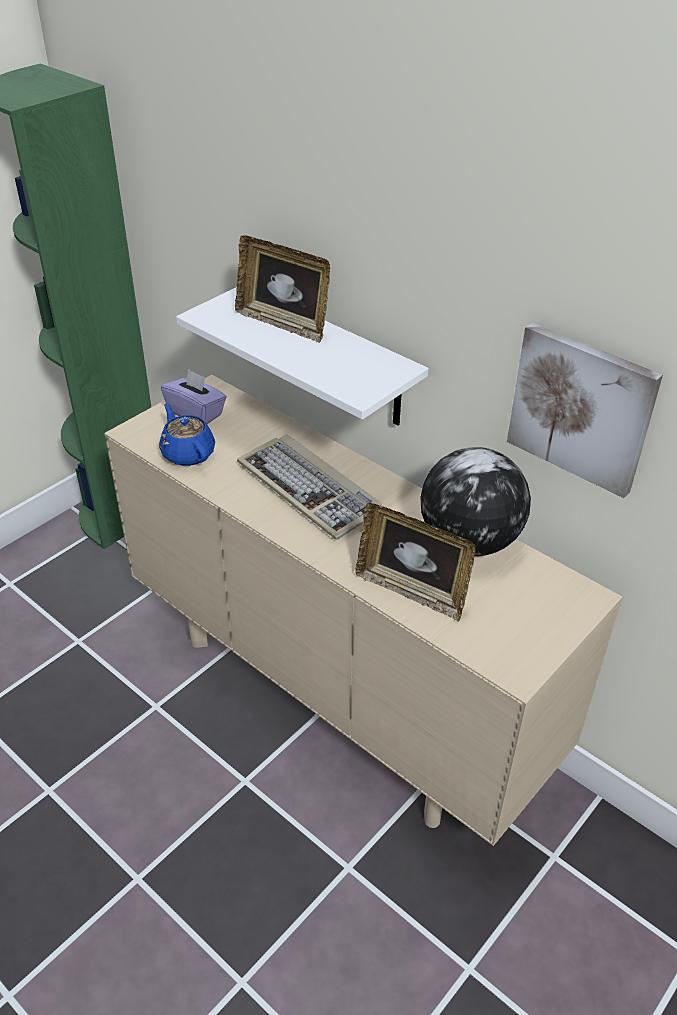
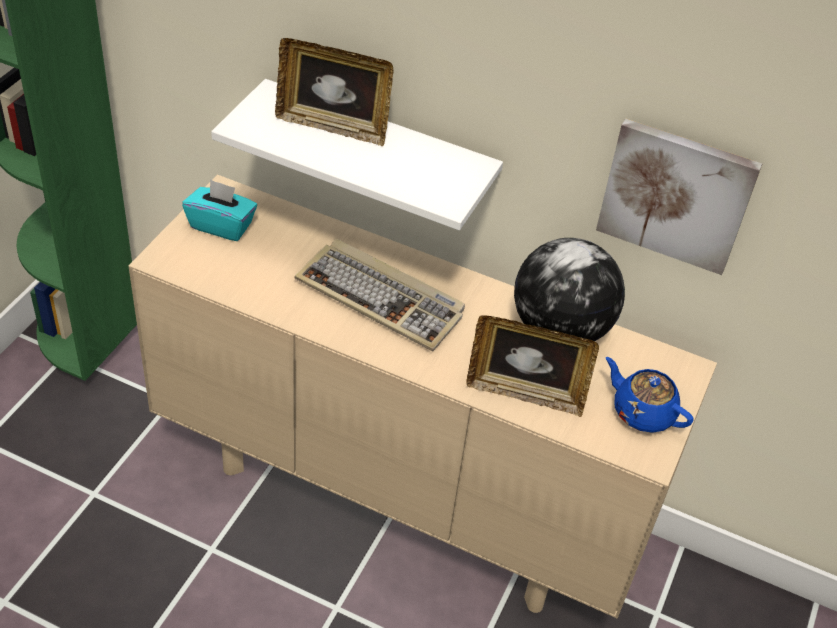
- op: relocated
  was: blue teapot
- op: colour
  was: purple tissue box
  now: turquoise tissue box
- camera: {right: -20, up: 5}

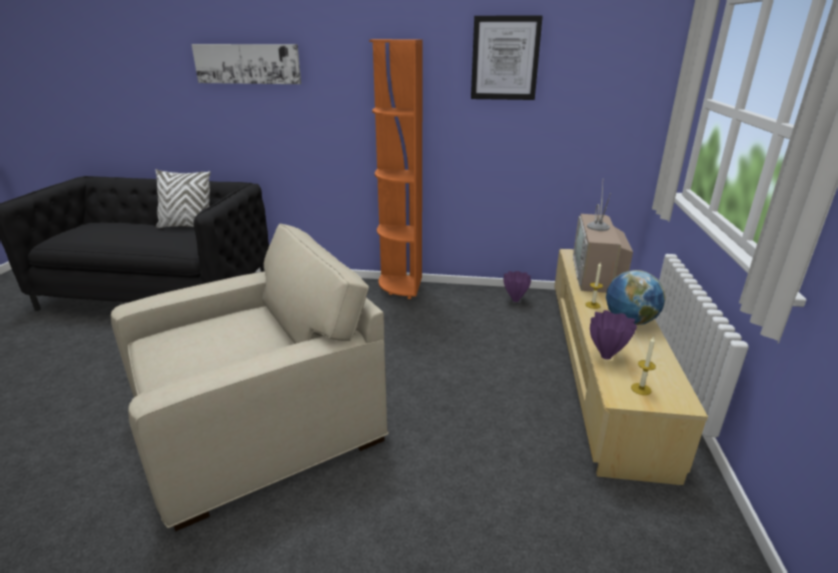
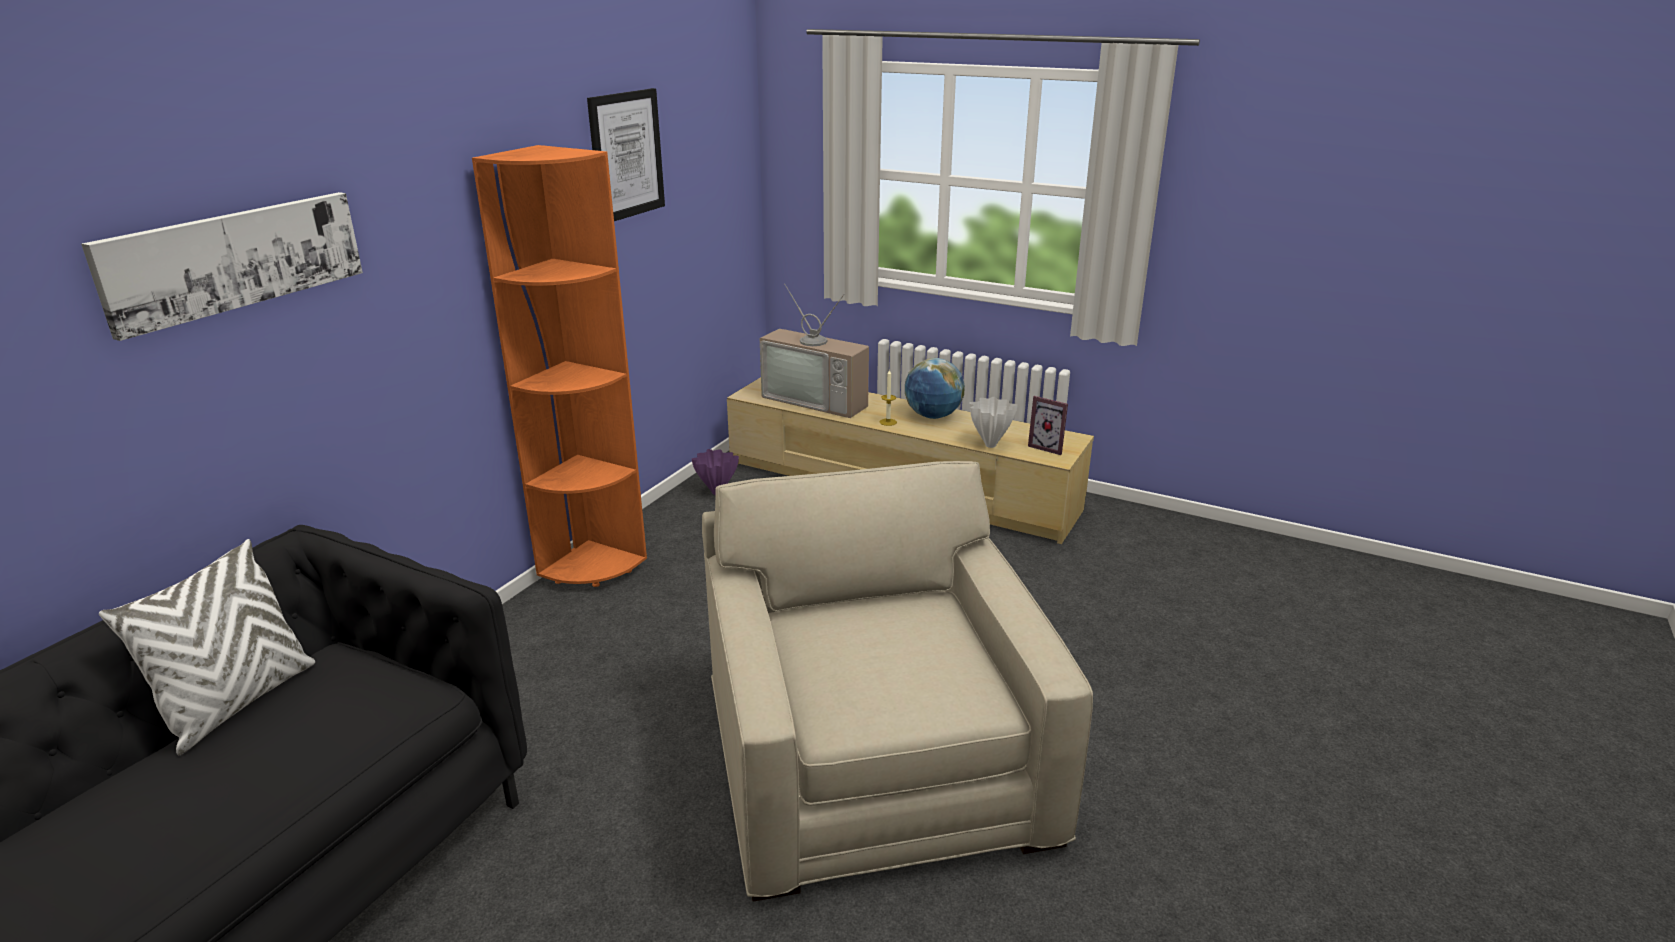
- op: colour
  was: purple vase (no. 2 from left)
  now: white vase
- op: exchanged
  was: candle (no. 2 from left)
  now: picture frame
- camera: {right: -70, up: 0}

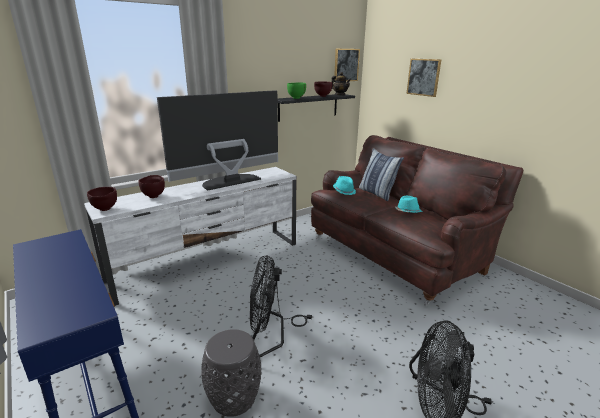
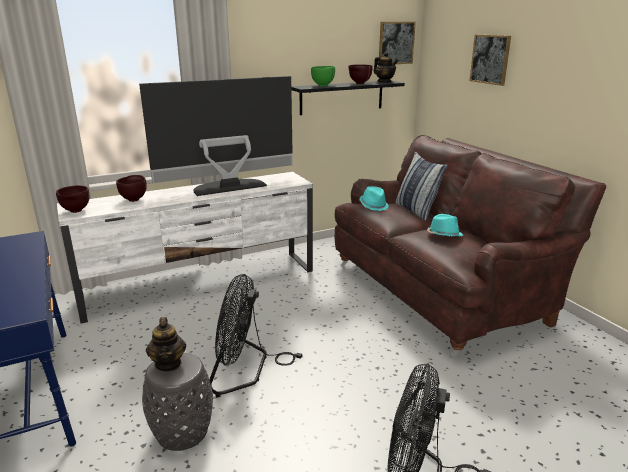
- op: appeared
  now: teapot (no. 1 from left)
- camera: {right: 10, up: 0}

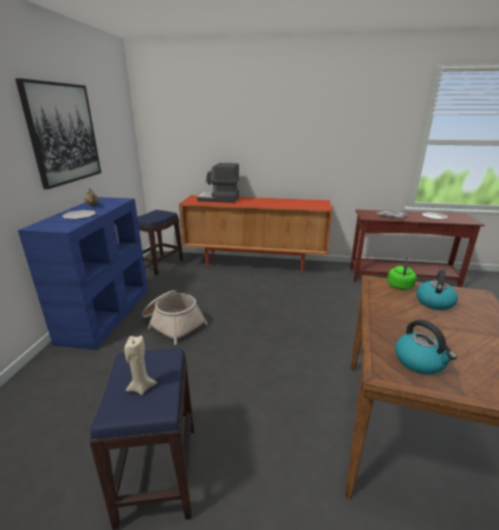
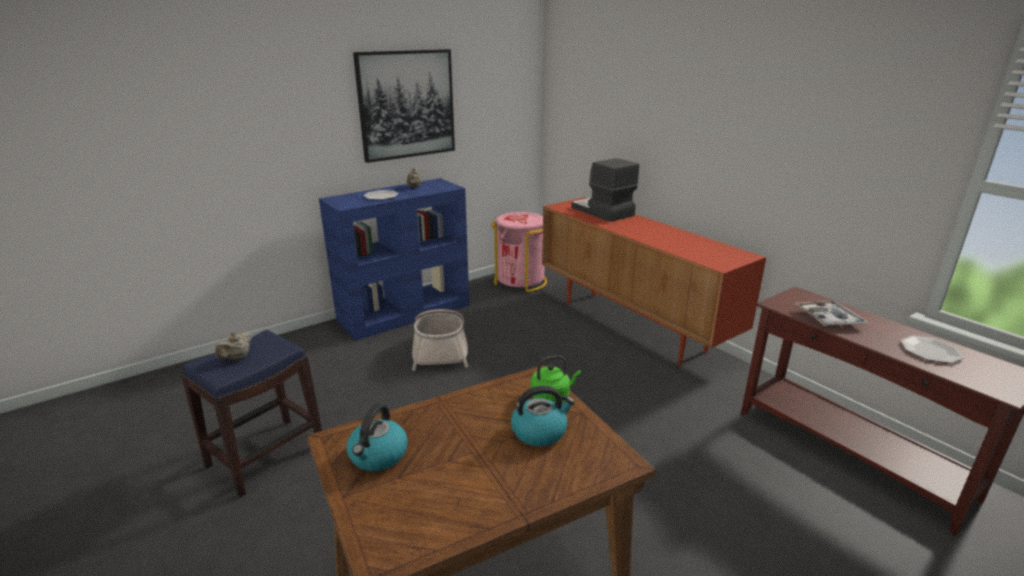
- op: exchanged
  was: beige candle
  now: beige teapot (no. 1 from left)
- op: exchanged
  was: stool (no. 2 from left)
  now: pink trash can
- camera: {right: 45, up: 0}

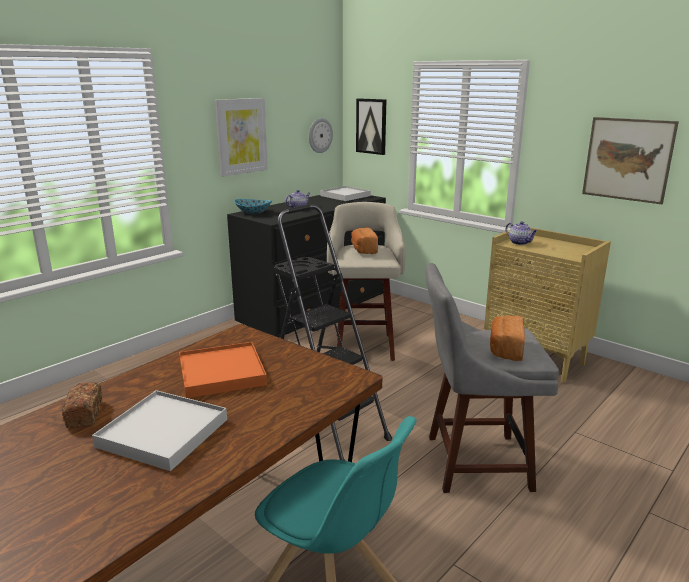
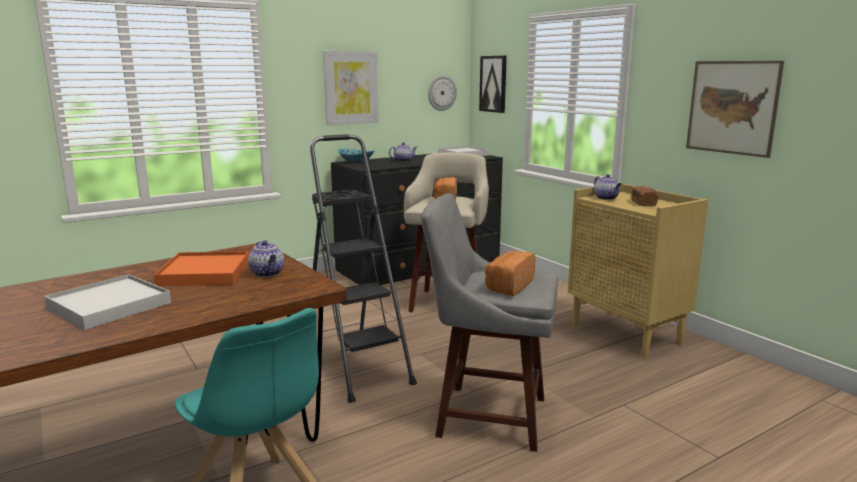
- op: relocated
  was: bread (no. 1 from left in the first image)
  now: bread (no. 3 from left)
- op: appeared
  now: teapot (no. 1 from left)
- camera: {right: 15, up: -5}

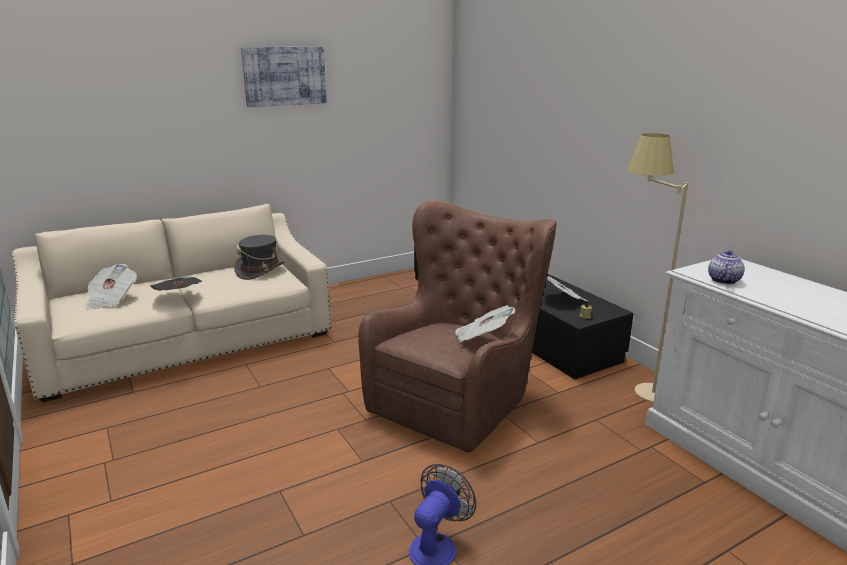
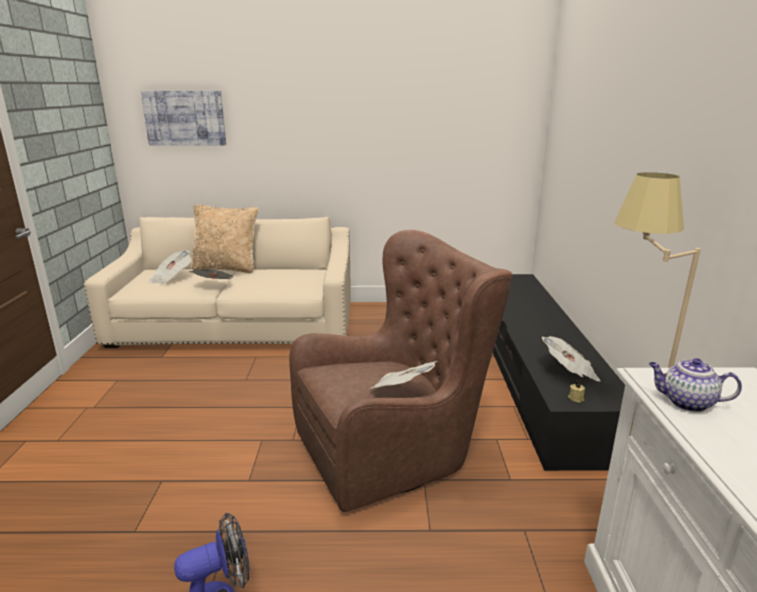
- op: missing
  was: grey hat
- op: relocated
  was: picture
- op: spun
  was: teapot
  clockwise: -120
- op: appeared
  now: beige pillow
- camera: {right: 30, up: 0}

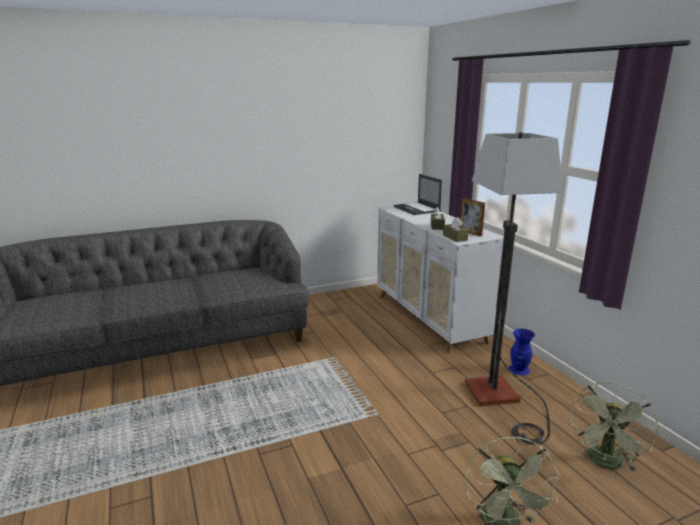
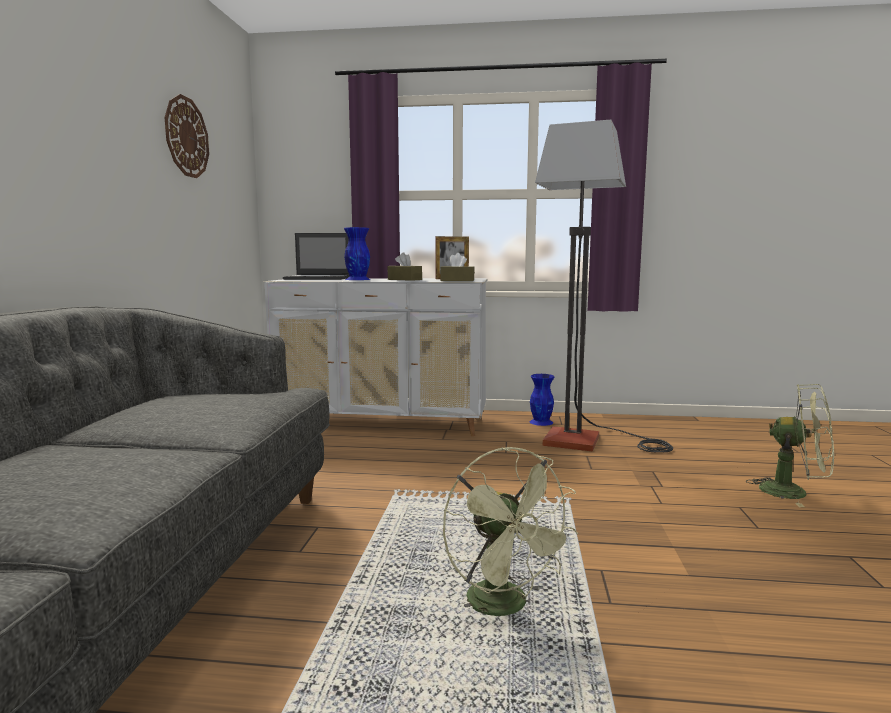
- op: relocated
  was: green fan (no. 2 from left in the first image)
  now: green fan (no. 1 from left)
- op: appeared
  now: wall clock
- op: appeared
  now: blue vase (no. 1 from left)
- camera: {right: -60, up: -10}

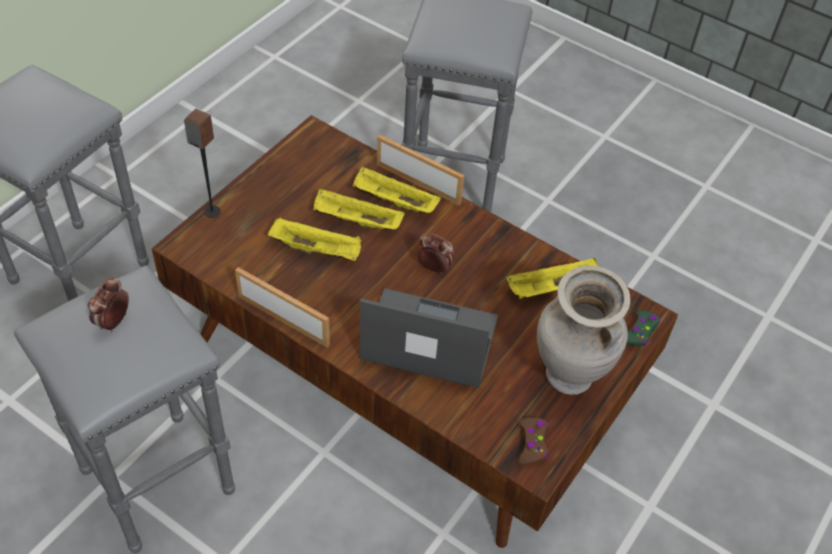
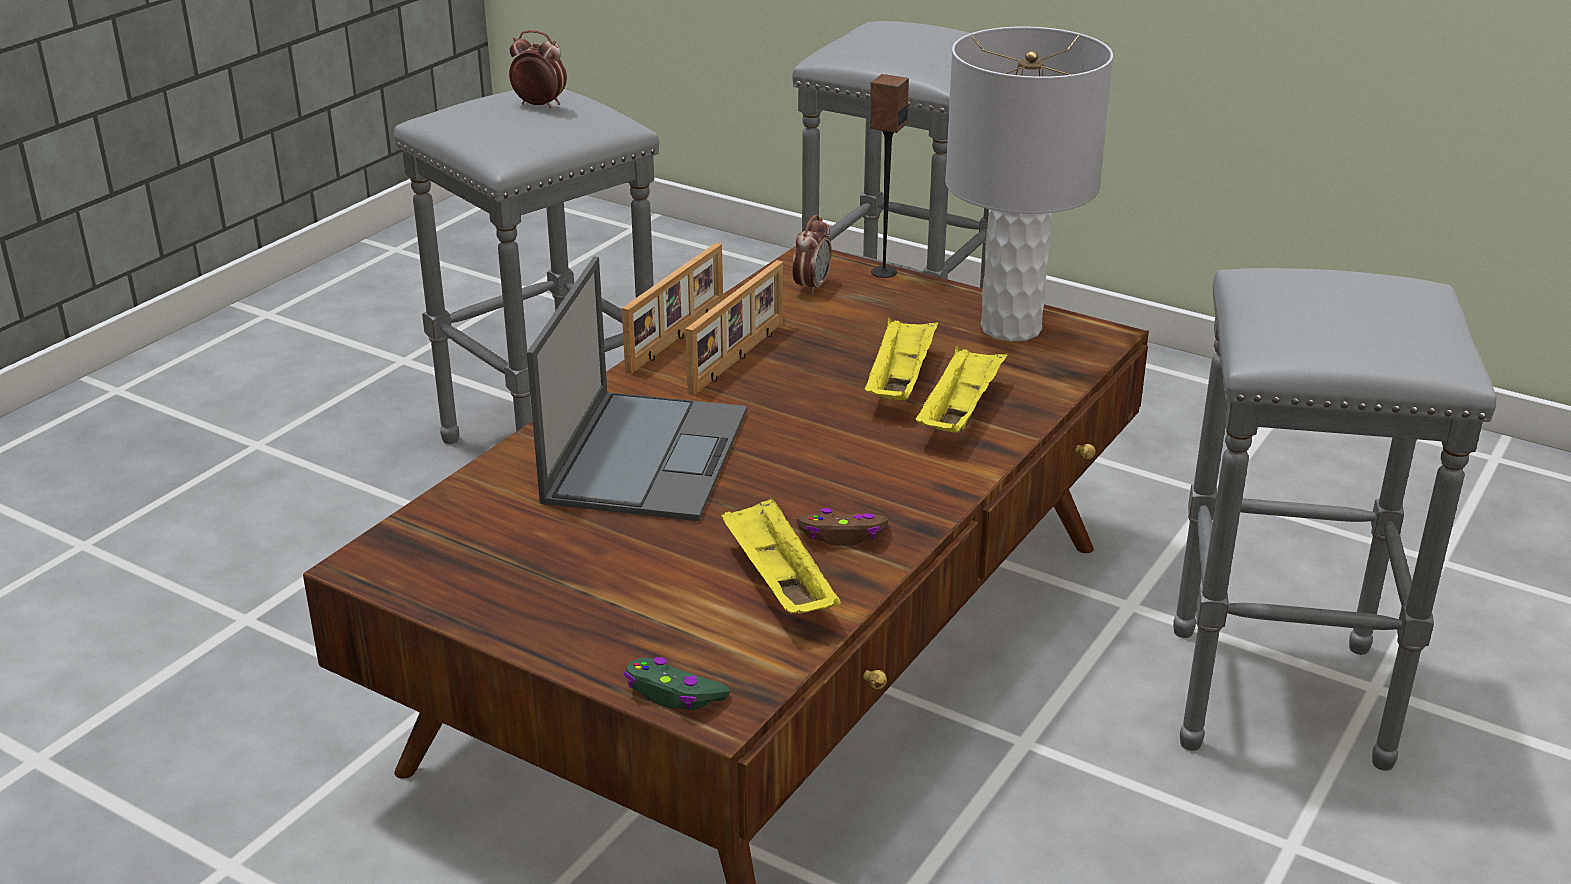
- op: missing
  was: yellow tray (no. 1 from left)
- op: relocated
  was: picture frame (no. 2 from left)
- op: relocated
  was: alarm clock (no. 2 from left)
- op: relocated
  was: brown game controller
- op: missing
  was: beige vase
- op: appeared
  now: grey table lamp
- camera: {right: 90, up: -20}

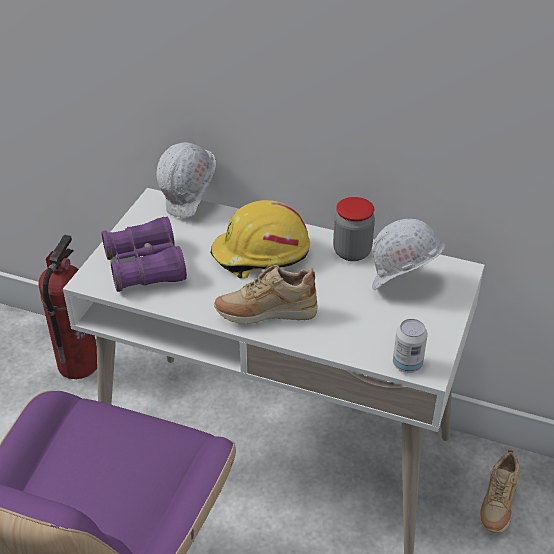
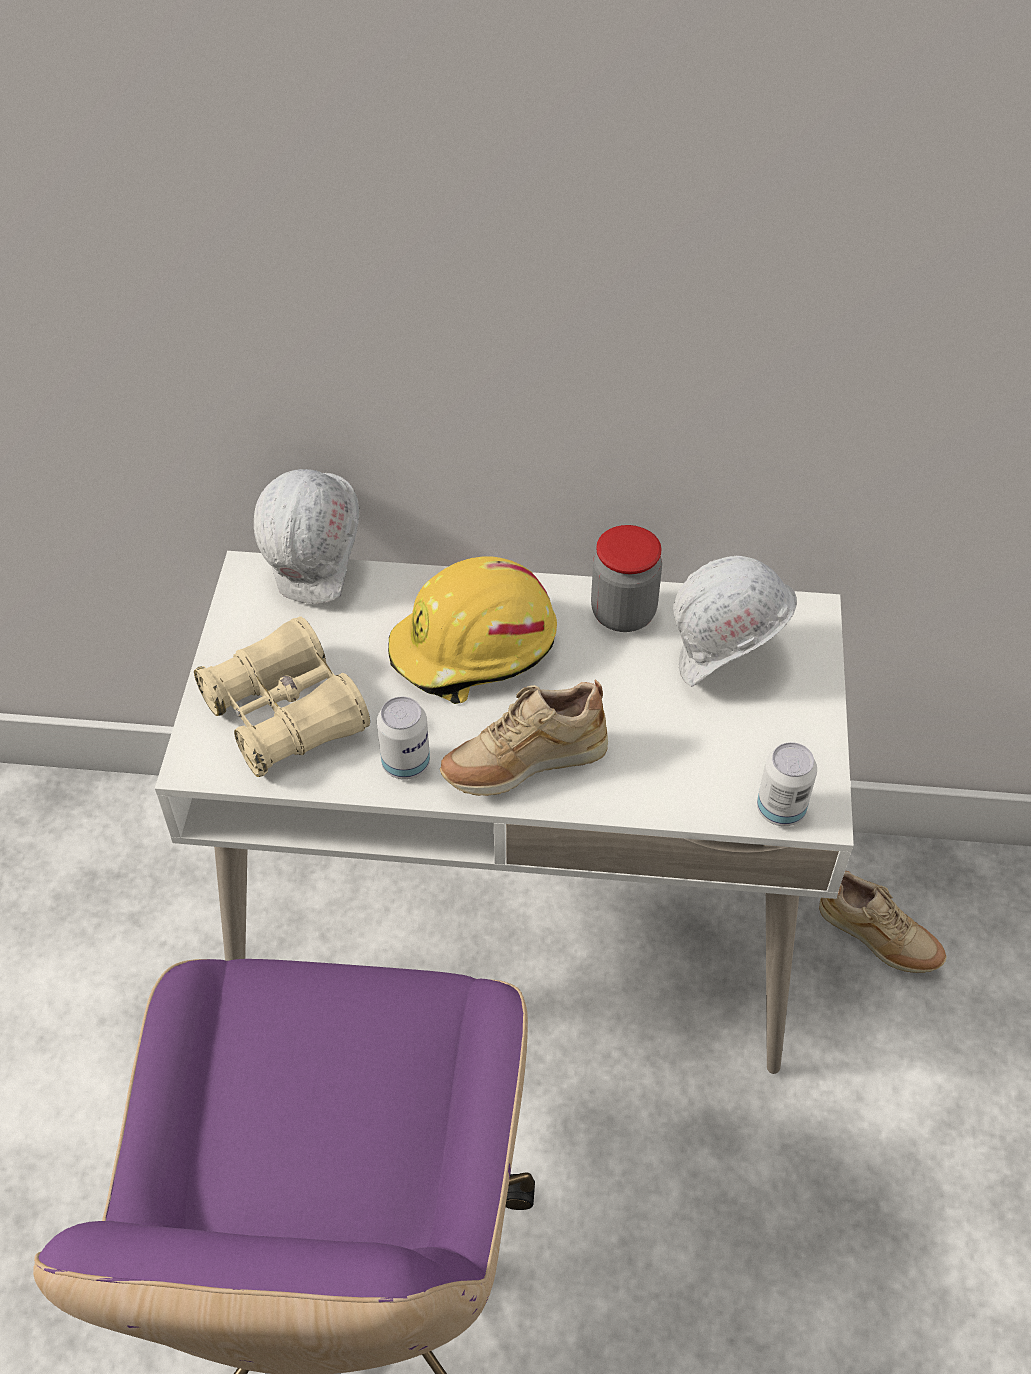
- op: missing
  was: fire extinguisher
- op: colour
  was: purple binoculars
  now: beige binoculars
- op: spun
  was: beige shoe (no. 2 from left)
  clockwise: -60
- op: appeared
  now: can (no. 1 from left)
- camera: {right: -15, up: 10}

